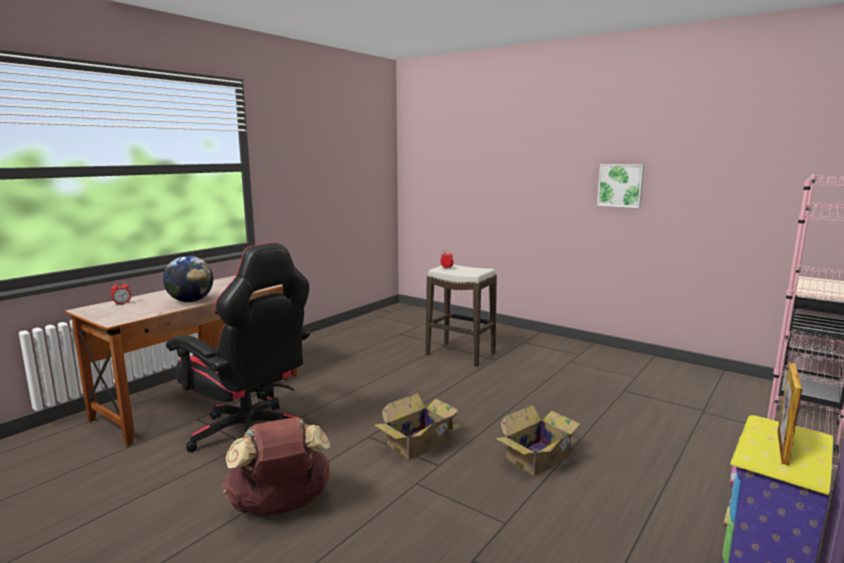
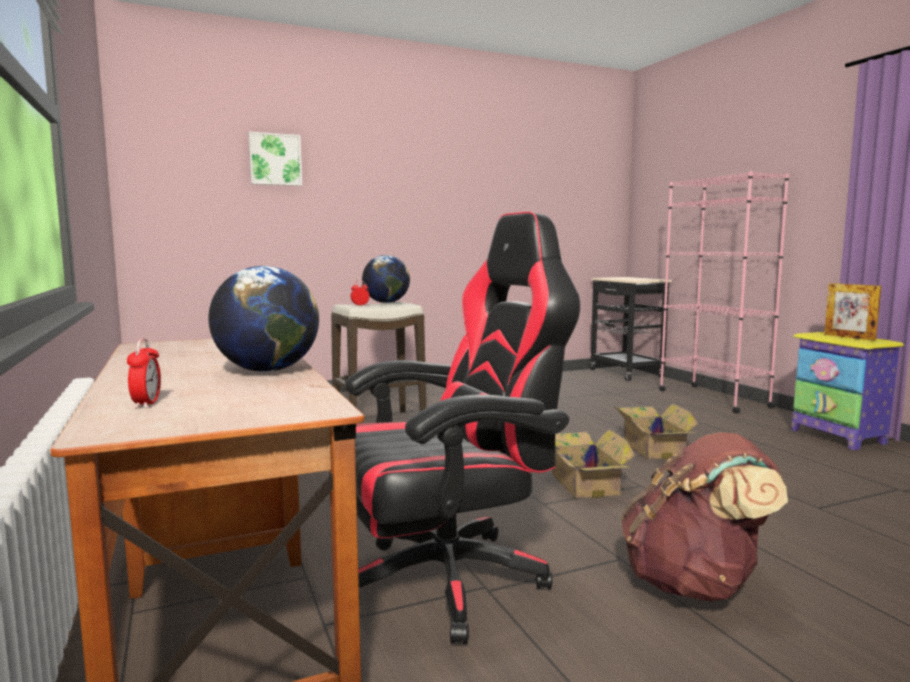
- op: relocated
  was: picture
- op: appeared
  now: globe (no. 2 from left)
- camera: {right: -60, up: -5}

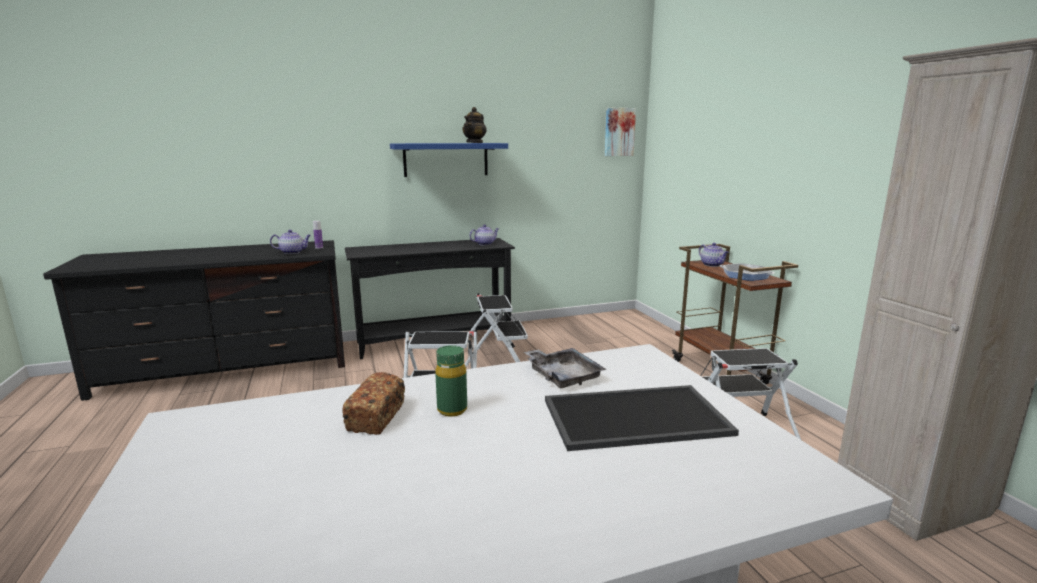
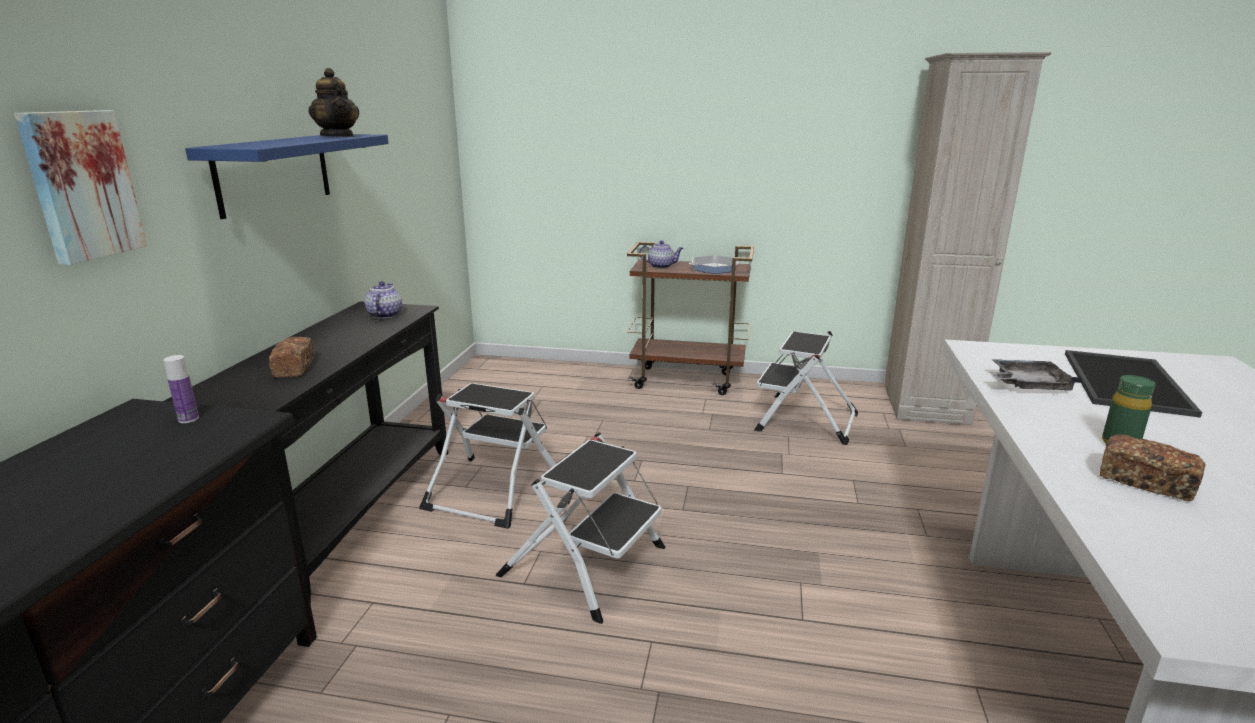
- op: missing
  was: teapot (no. 1 from left)
- op: relocated
  was: picture
- op: appeared
  now: bread (no. 1 from left)
- camera: {right: -60, up: 5}

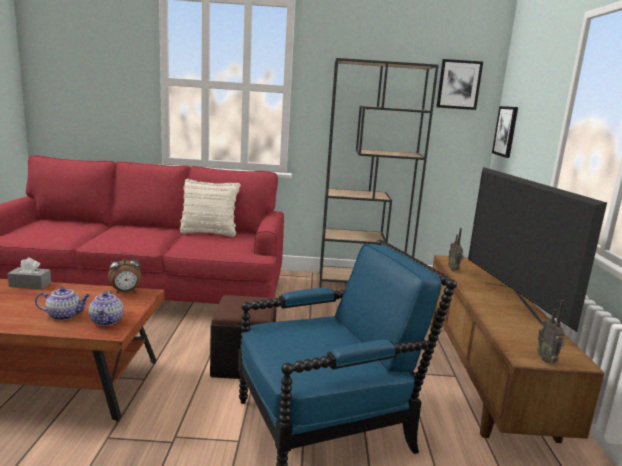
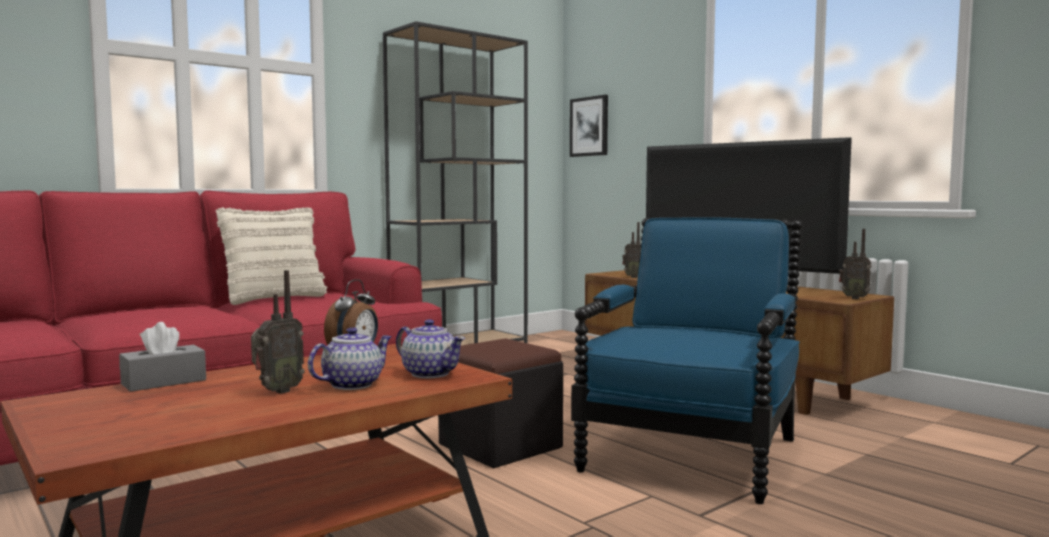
- op: missing
  was: picture (no. 1 from left)
- op: appeared
  now: radio (no. 1 from left)
- camera: {right: -40, up: -10}

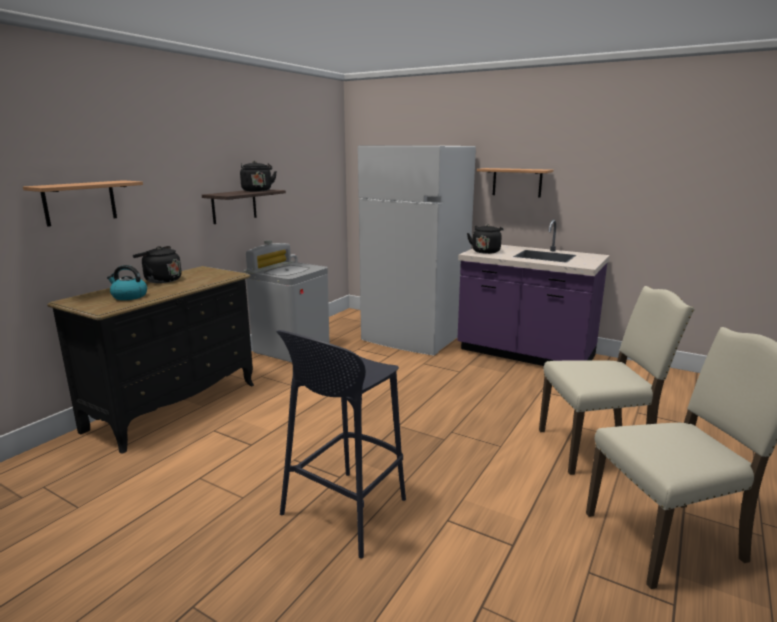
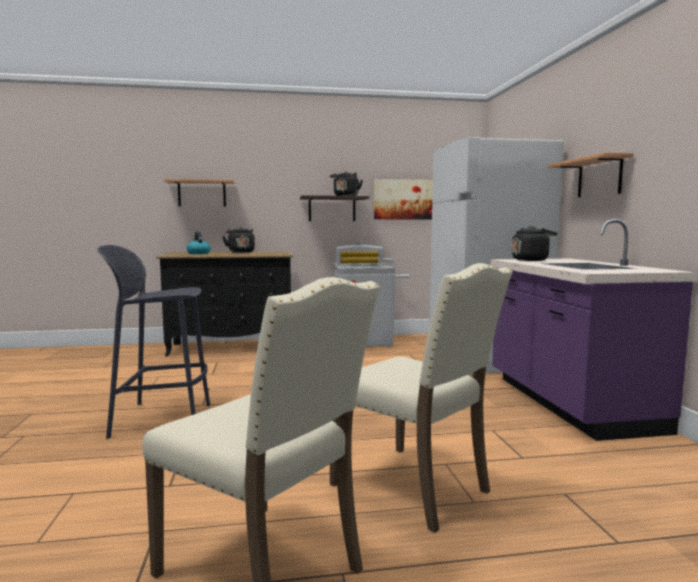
- op: appeared
  now: picture
- camera: {right: 50, up: -10}

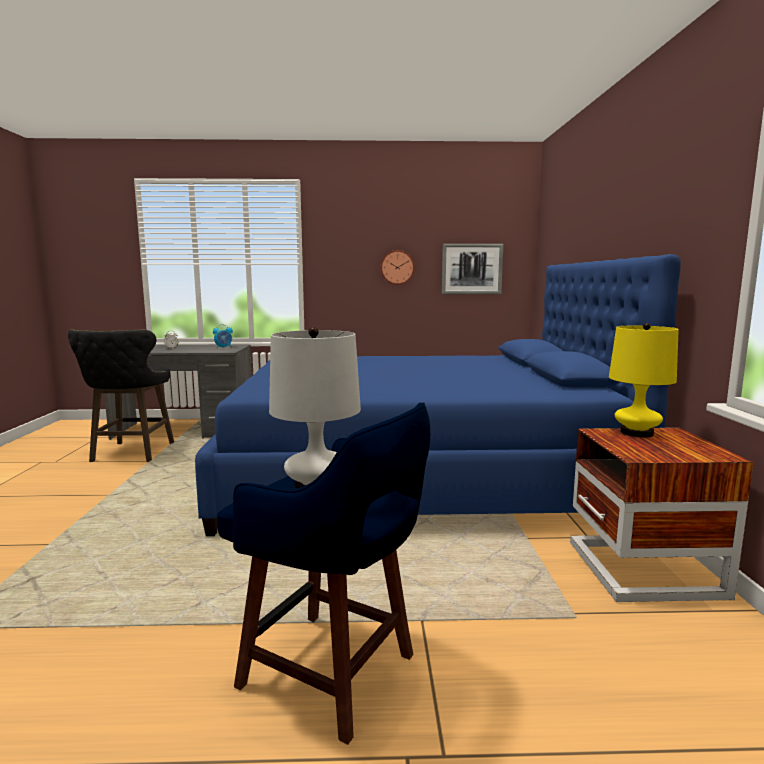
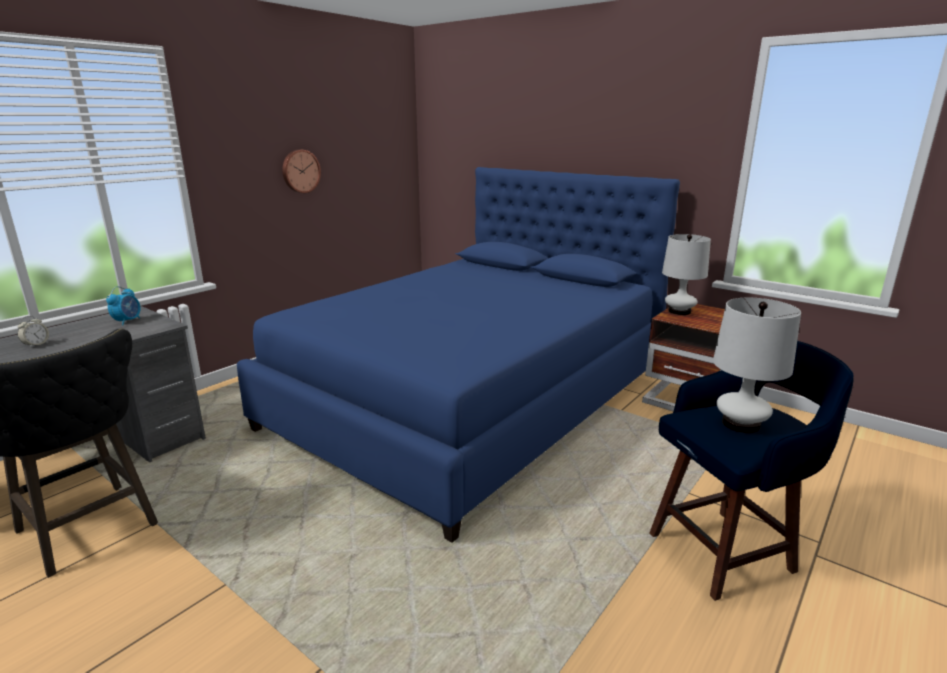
- op: missing
  was: picture
- op: colour
  was: yellow table lamp
  now: white table lamp (no. 1 from left)
- camera: {right: -50, up: 10}

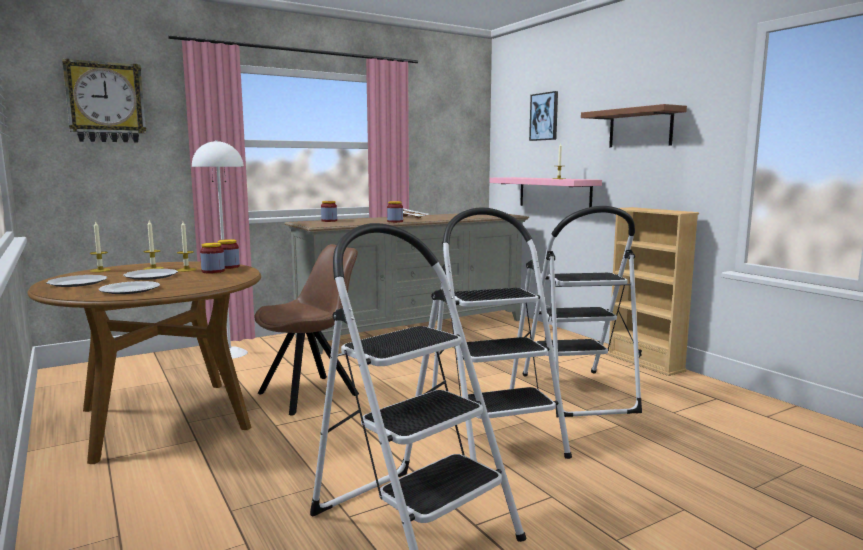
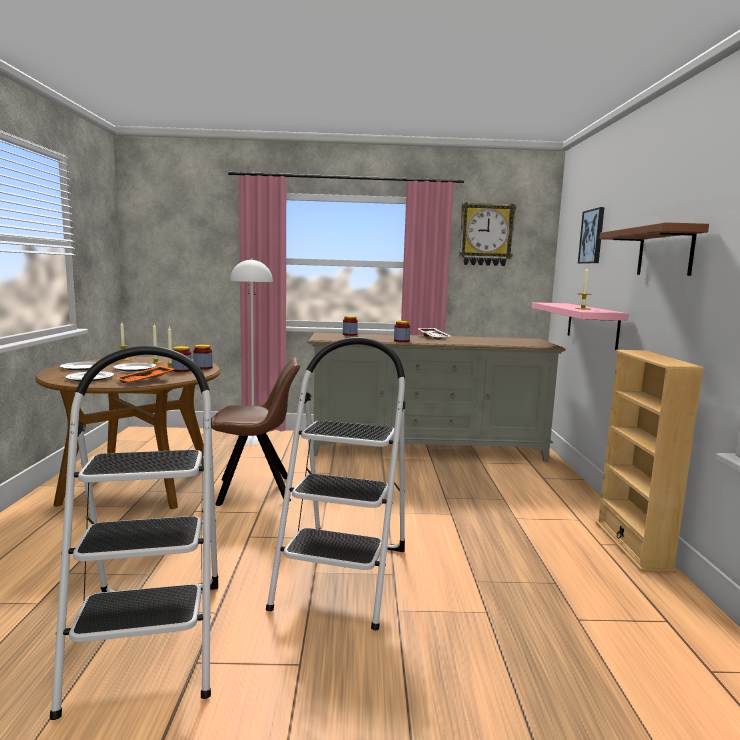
- op: relocated
  was: wall clock
- op: missing
  was: step ladder (no. 3 from left)
- op: appeared
  now: orange tray
- camera: {right: 30, up: 0}

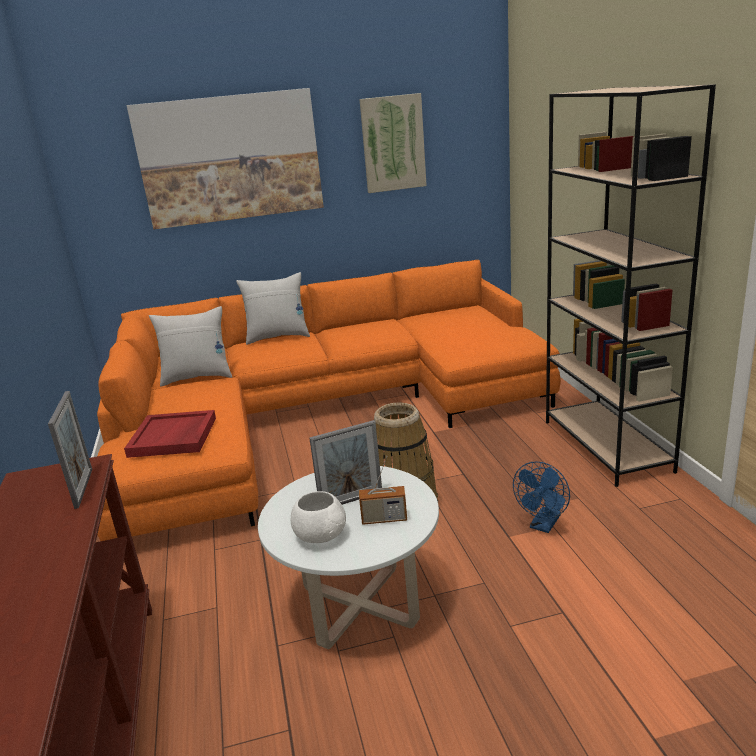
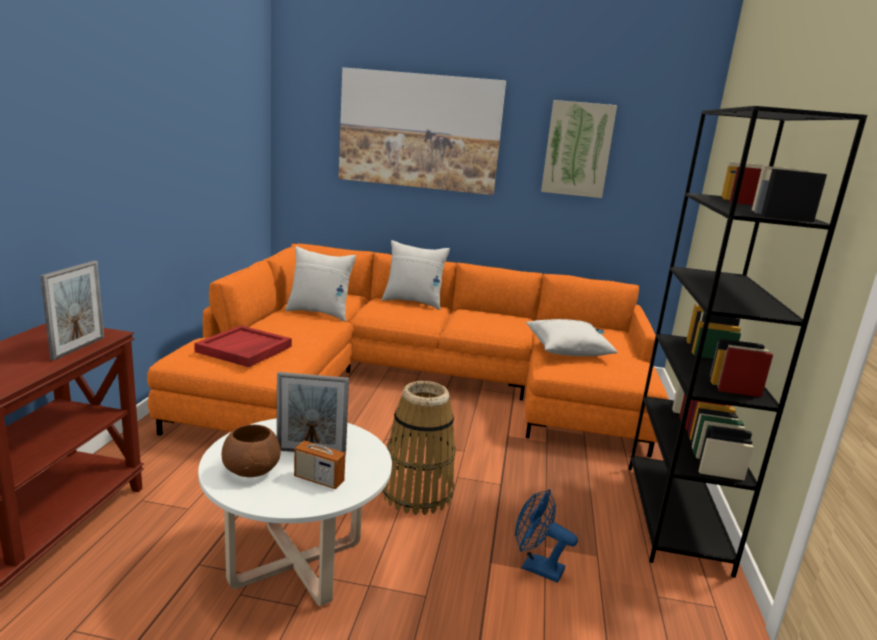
- op: colour
  was: white bowl
  now: brown bowl
- op: spun
  was: blue fan
  clockwise: 60
- op: colour
  was: beige bookcase
  now: black bookcase
- op: appeared
  now: grey pillow (no. 3 from left)
- camera: {right: 20, up: -5}

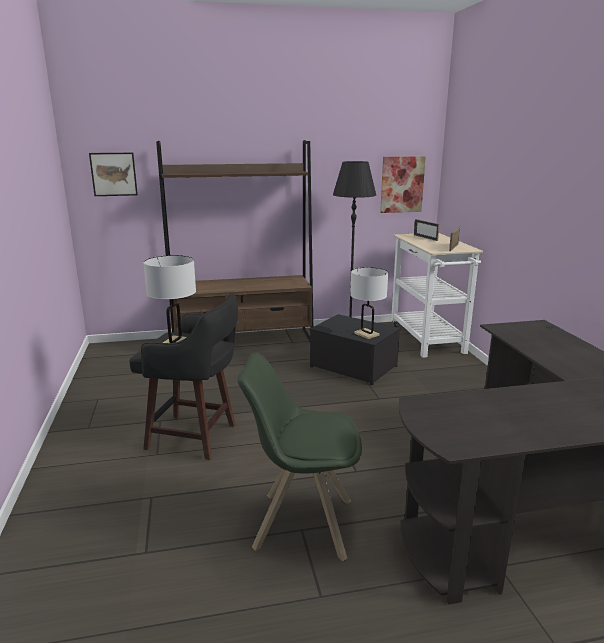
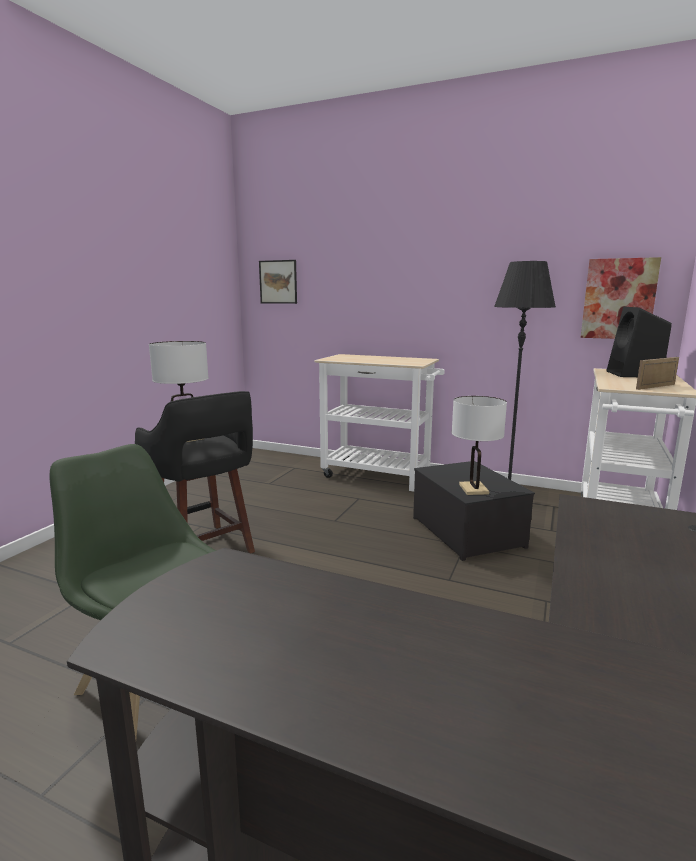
- op: exchanged
  was: brown bookcase
  now: white cart (no. 1 from left)
- op: exchanged
  was: picture frame (no. 1 from left)
  now: black speaker
- camera: {right: 35, up: -5}

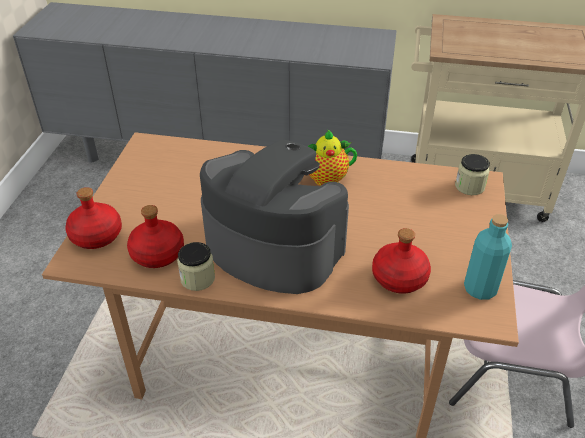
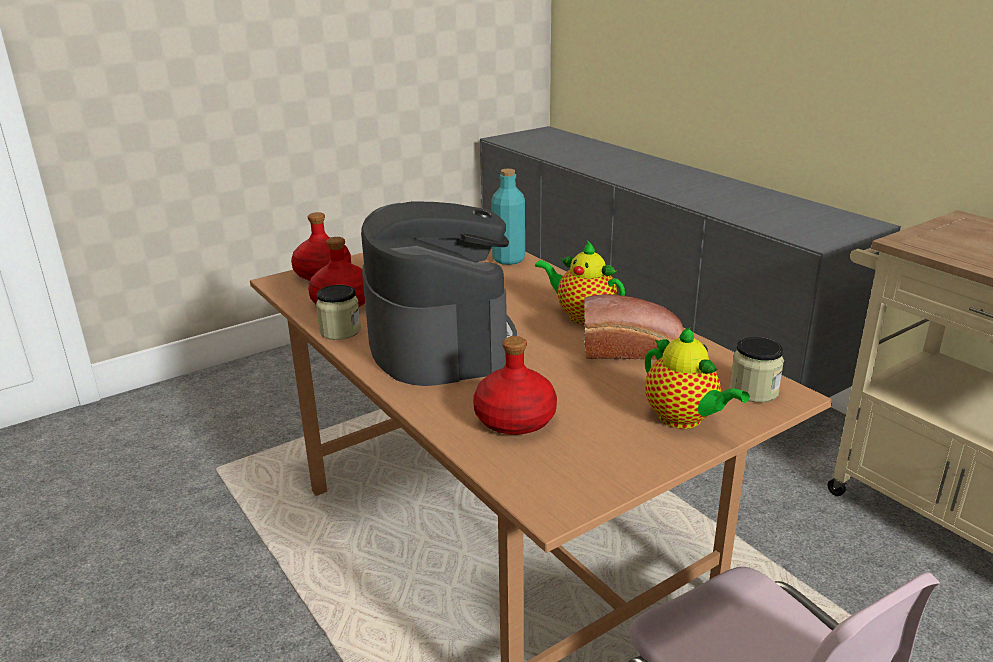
- op: relocated
  was: turquoise bottle
- op: appeared
  now: bread
- op: appeared
  now: teapot (no. 2 from left)
- camera: {right: 45, up: -15}

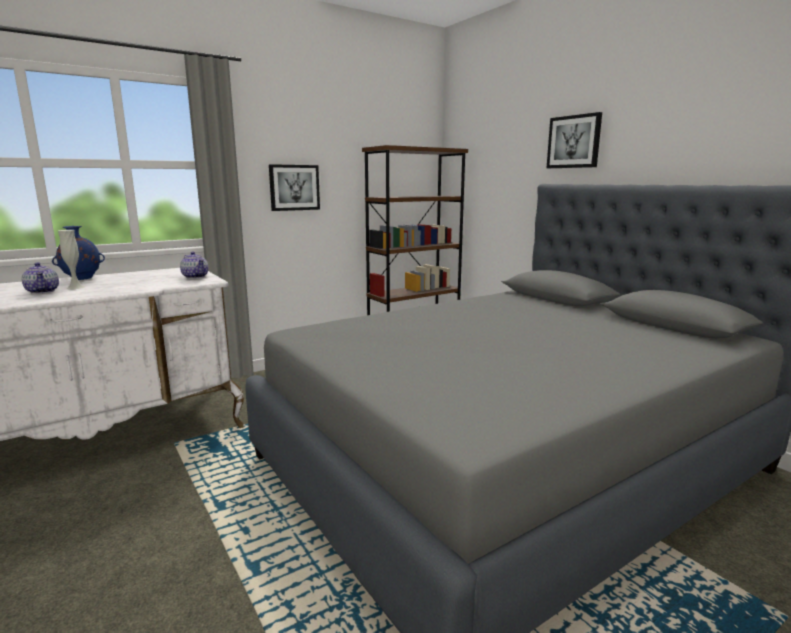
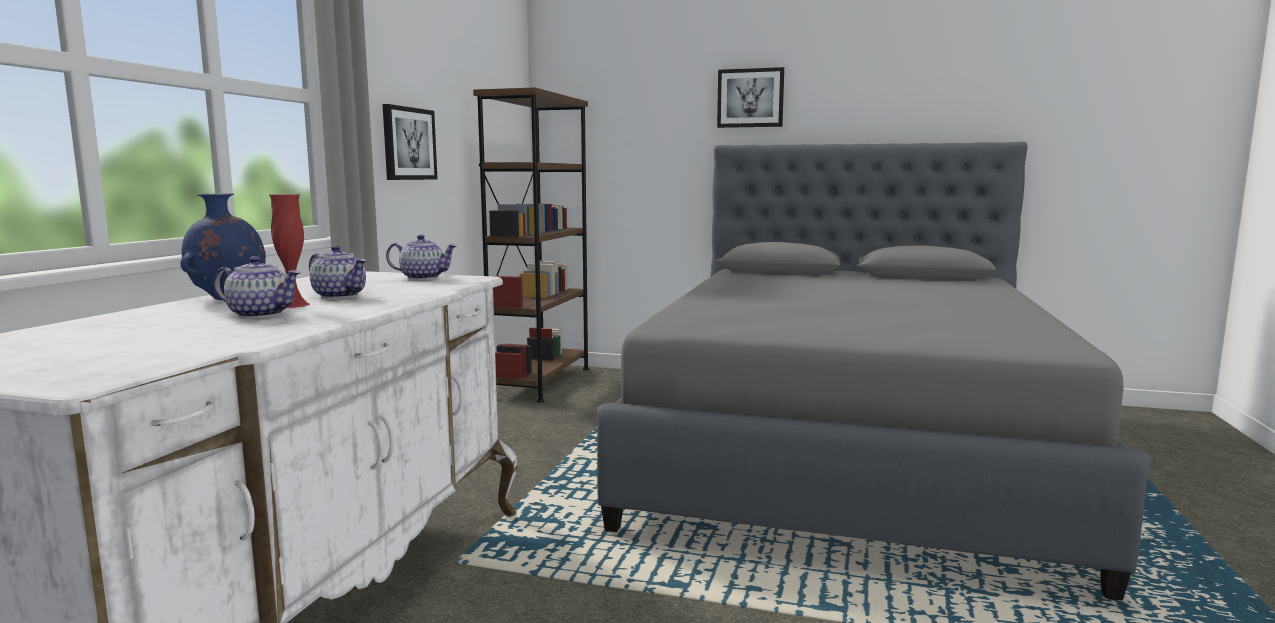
- op: colour
  was: white vase
  now: red vase
- op: appeared
  now: teapot (no. 2 from left)
- camera: {right: -40, up: -5}

